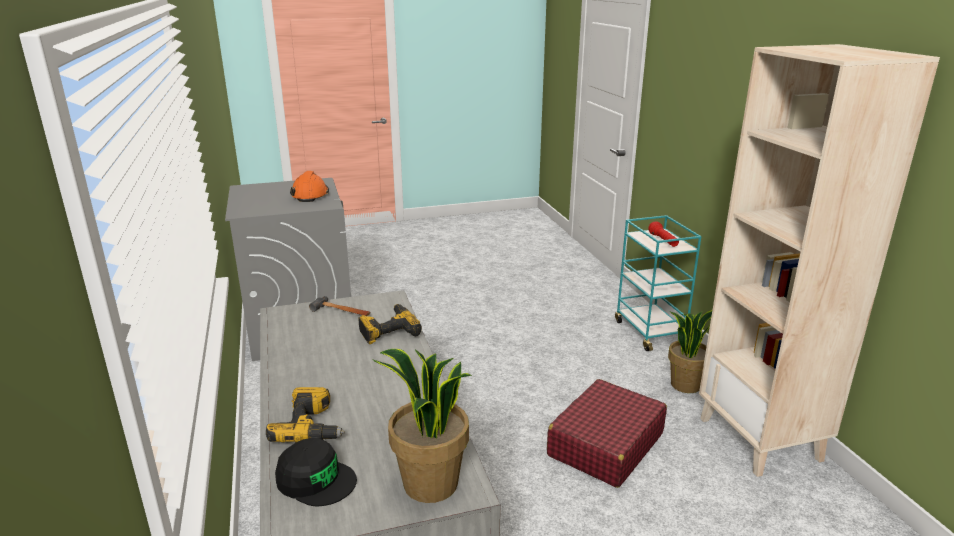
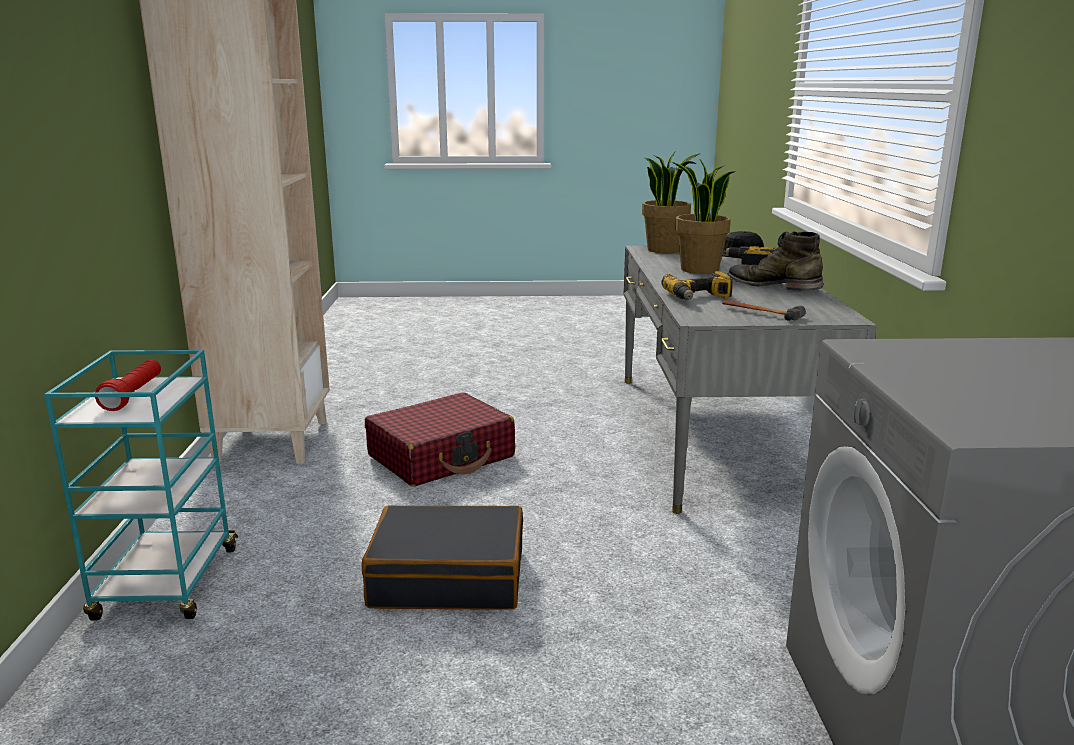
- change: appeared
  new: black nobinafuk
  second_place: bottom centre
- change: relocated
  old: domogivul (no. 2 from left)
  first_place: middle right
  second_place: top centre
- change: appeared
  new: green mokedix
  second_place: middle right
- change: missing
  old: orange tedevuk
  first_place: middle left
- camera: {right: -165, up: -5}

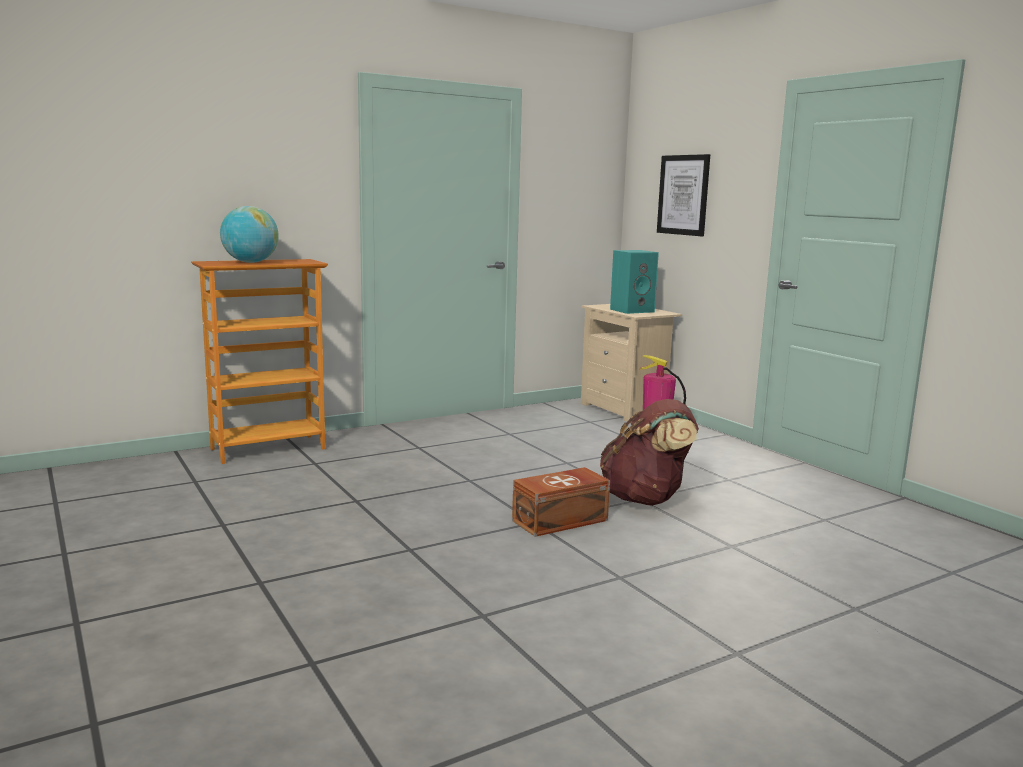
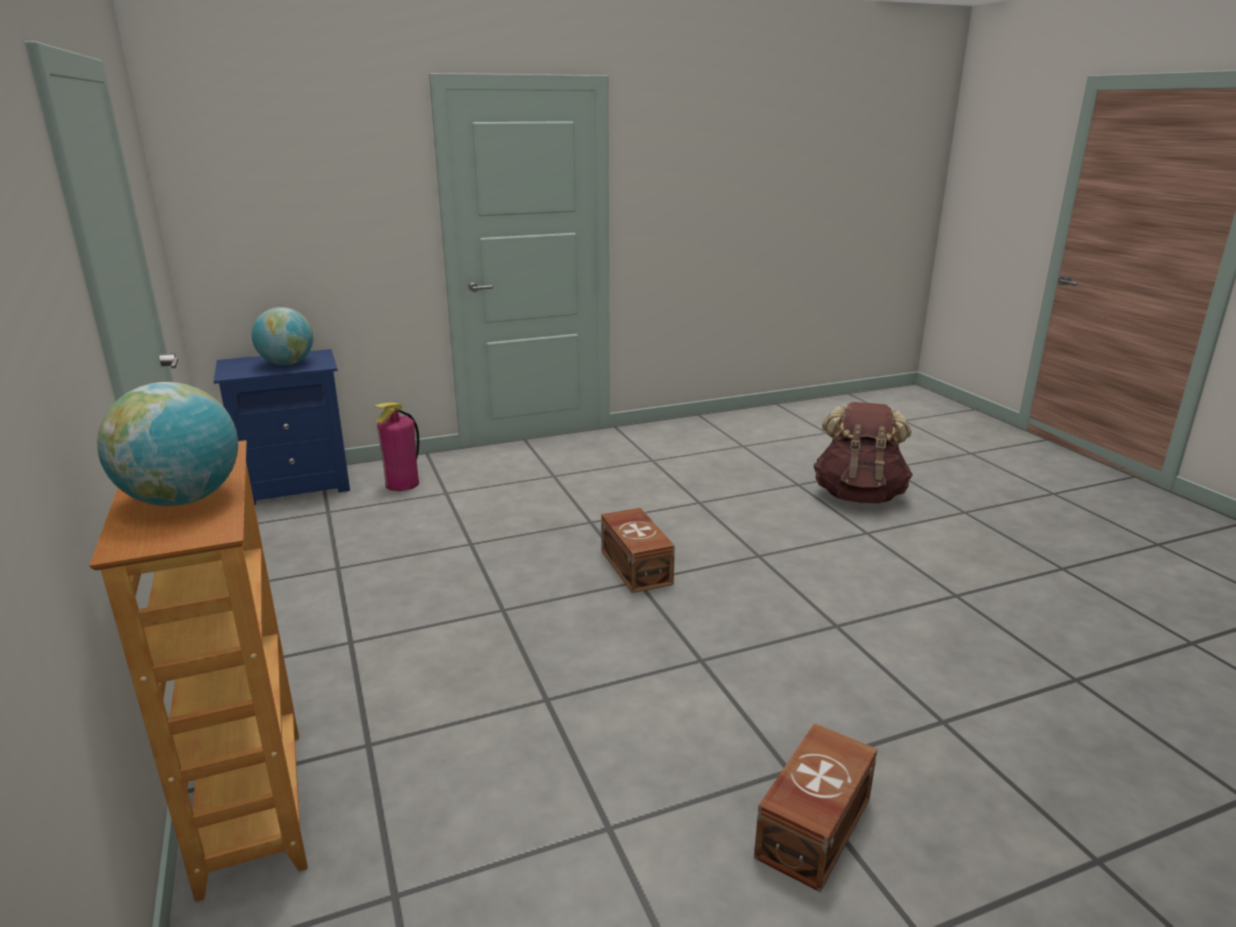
- change: colour
  old: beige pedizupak
  new: blue pedizupak
  first_place: centre
  second_place: middle left
- change: exchanged
  old: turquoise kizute
  new: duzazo (no. 2 from left)
  first_place: centre
  second_place: middle left
- change: appeared
  new: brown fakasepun (no. 2 from left)
  second_place: bottom centre
- change: relocated
  old: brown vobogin
  first_place: centre
  second_place: middle right
- change: missing
  old: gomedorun
  first_place: top right
- camera: {right: -80, up: 10}

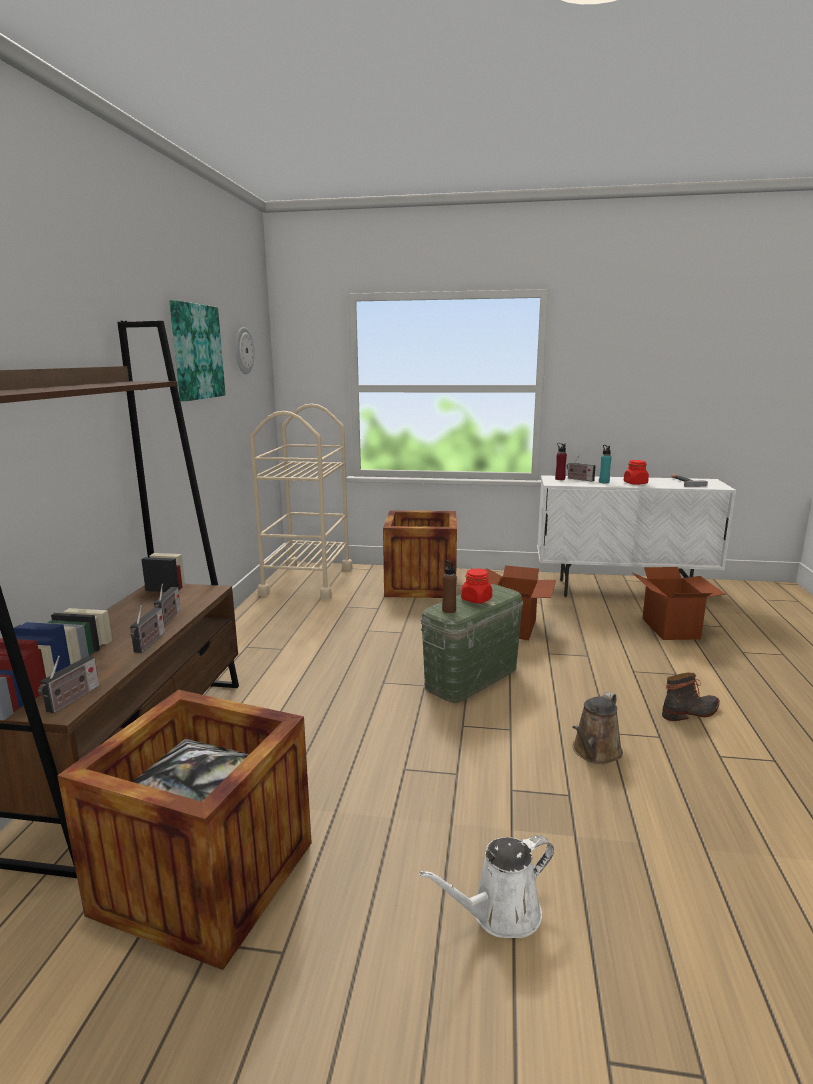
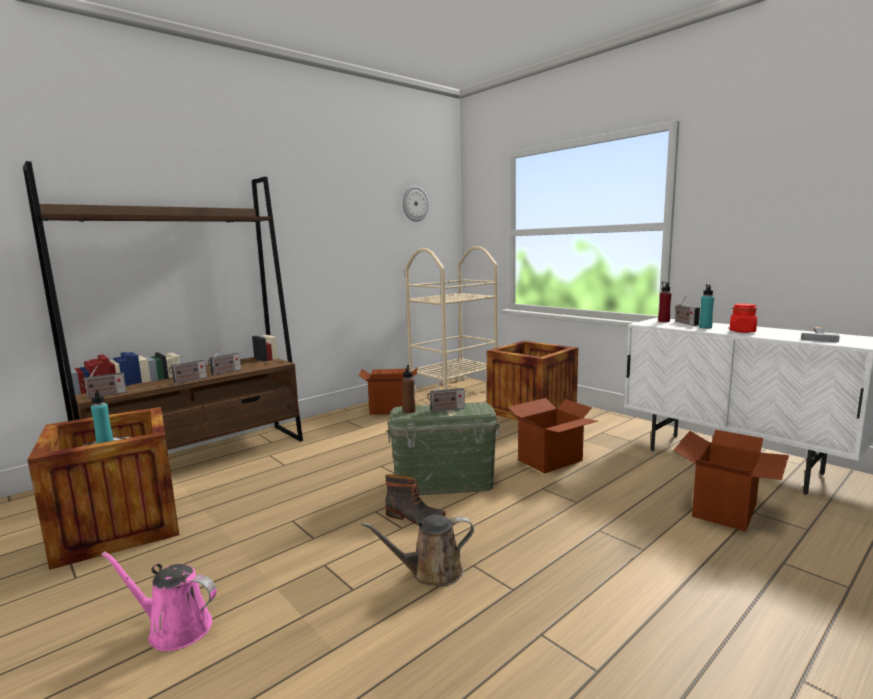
- change: appeared
  new: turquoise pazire (no. 1 from left)
  second_place: middle left
- change: colour
  old: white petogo
  new: pink petogo
  first_place: bottom centre
  second_place: bottom left
- change: appeared
  new: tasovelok (no. 1 from left)
  second_place: centre
- change: relocated
  old: mokedix
  first_place: middle right
  second_place: bottom centre
- change: exchanged
  old: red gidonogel (no. 1 from left)
  new: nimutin (no. 4 from left)
  first_place: centre
  second_place: centre
- change: missing
  old: gomedorun
  first_place: top left
- camera: {right: 40, up: -5}

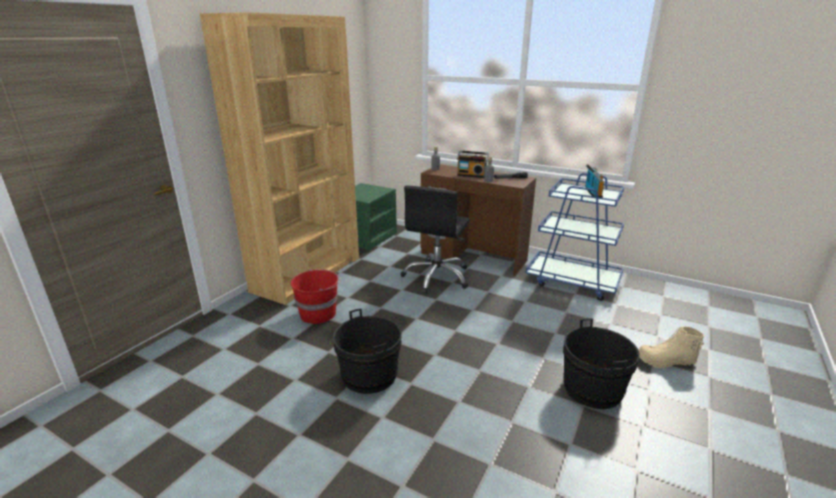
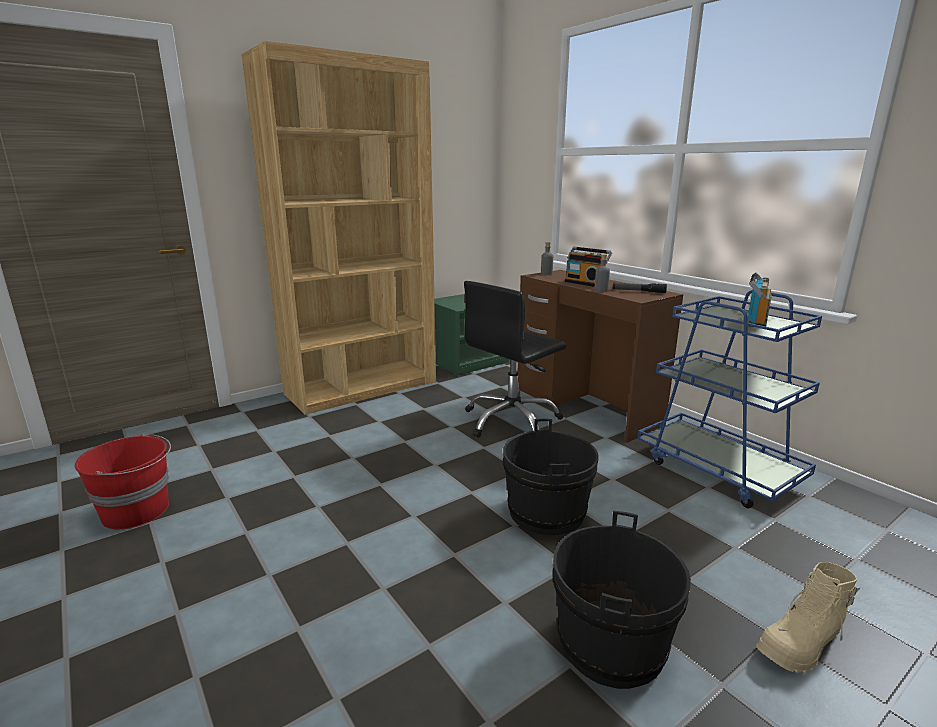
- change: relocated
  old: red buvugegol
  first_place: centre
  second_place: middle left
- change: relocated
  old: black buvugegol (no. 1 from left)
  first_place: bottom centre
  second_place: centre
- change: spun
  old: beige mokedix
  first_place: bottom right
  second_place: bottom right
  degrees: -60
- camera: {right: 25, up: -5}

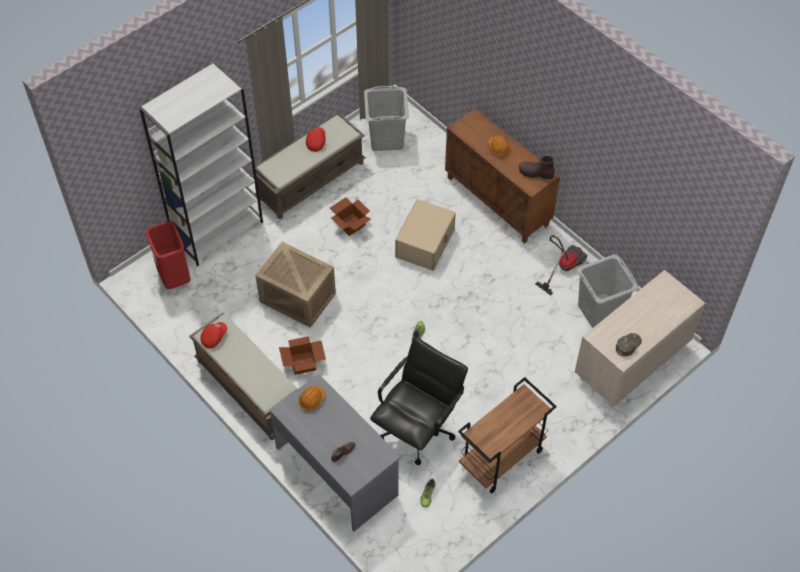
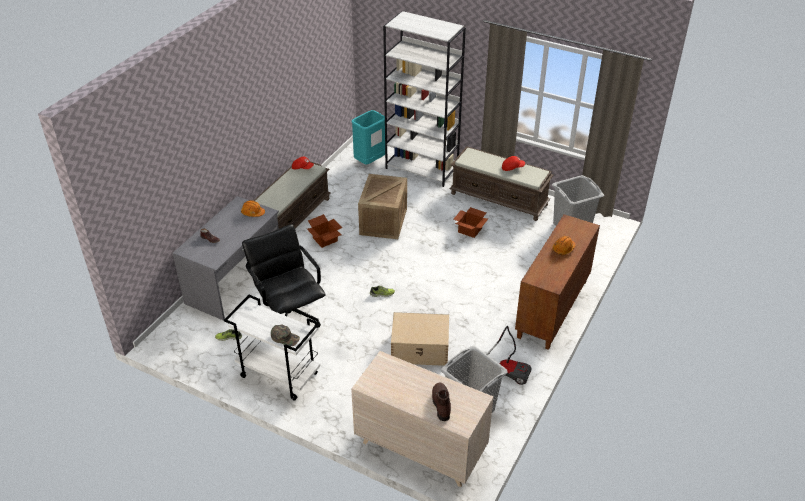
- change: colour
  old: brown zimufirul
  new: white zimufirul
  first_place: bottom centre
  second_place: bottom centre
- change: spun
  old: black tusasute
  first_place: bottom centre
  second_place: centre
  degrees: -135
- change: relocated
  old: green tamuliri
  first_place: middle right
  second_place: bottom centre
- change: colour
  old: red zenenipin
  new: turquoise zenenipin
  first_place: middle left
  second_place: top centre
- change: relocated
  old: beige fakasepun
  first_place: centre
  second_place: bottom centre
- change: relocated
  old: brown mokedix
  first_place: top right
  second_place: bottom centre
- camera: {right: 70, up: -15}

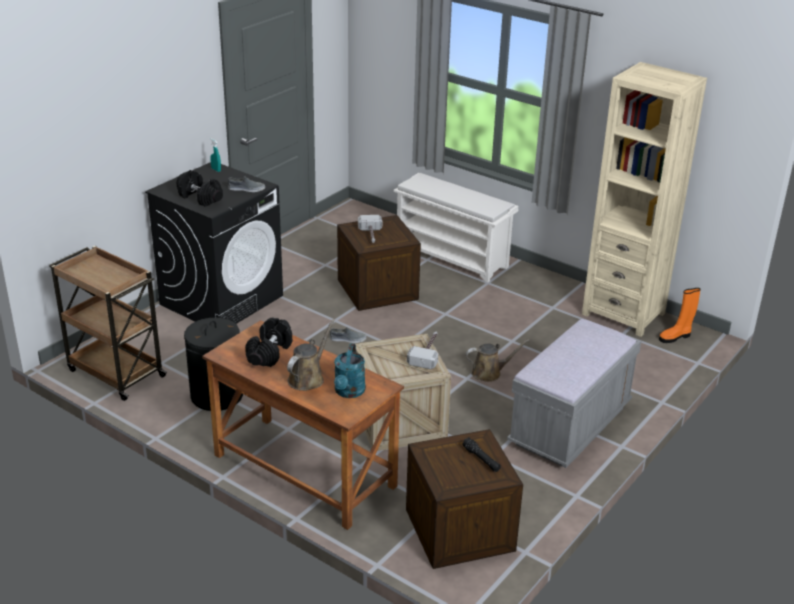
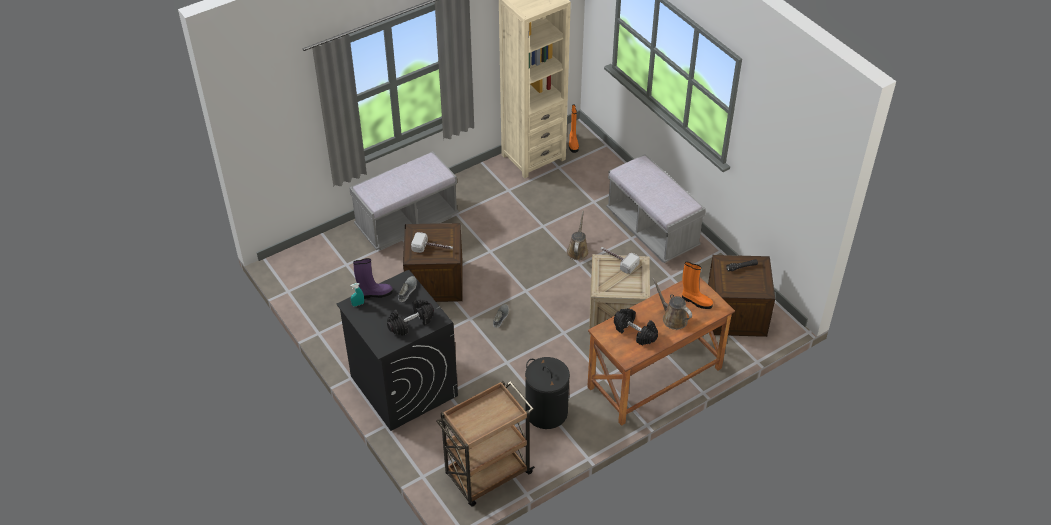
- change: exchanged
  old: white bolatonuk
  new: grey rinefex (no. 1 from left)
  first_place: centre
  second_place: centre
- change: appeared
  new: purple mokedix
  second_place: centre
- change: exchanged
  old: turquoise petogo
  new: orange mokedix (no. 2 from left)
  first_place: centre
  second_place: centre
- camera: {right: -70, up: 15}

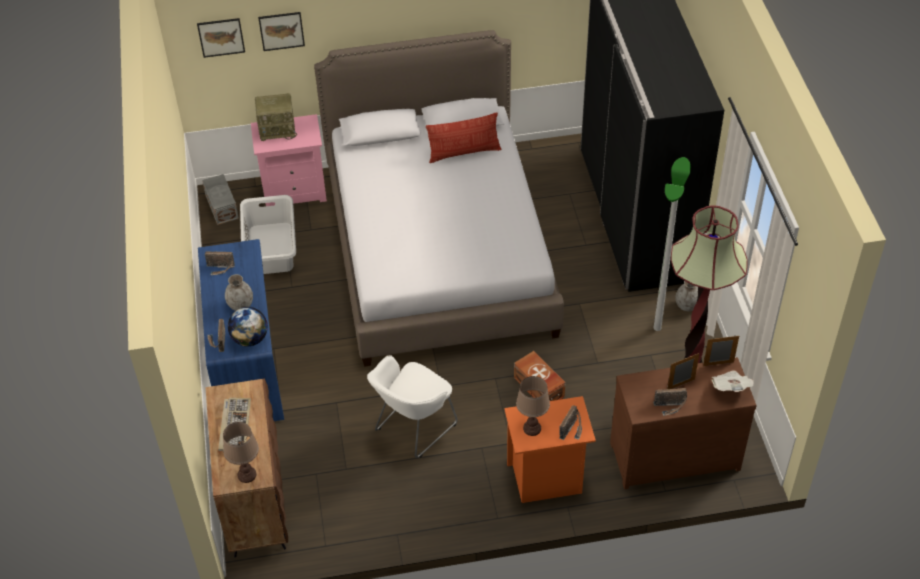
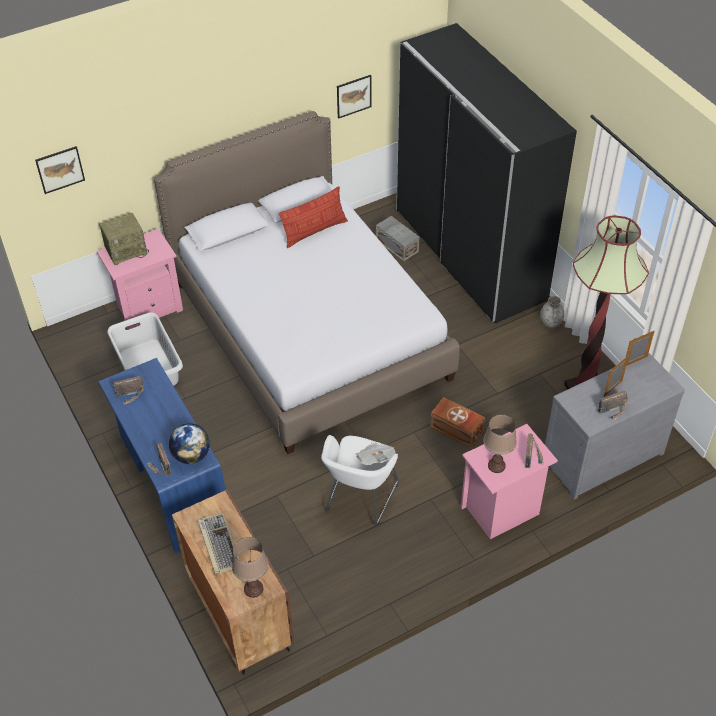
- change: relocated
  old: gomedorun (no. 2 from left)
  first_place: top left
  second_place: top centre
- change: relocated
  old: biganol
  first_place: middle right
  second_place: centre
- change: relocated
  old: grey fakasepun
  first_place: middle left
  second_place: top centre
- change: colour
  old: orange pedizupak
  new: pink pedizupak (no. 2 from left)
  first_place: bottom centre
  second_place: bottom right
- change: colour
  old: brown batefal
  new: grey batefal
  first_place: bottom right
  second_place: middle right
- change: missing
  old: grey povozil (no. 1 from left)
  first_place: middle left
- change: missing
  old: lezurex (no. 1 from left)
  first_place: middle right
- camera: {right: -20, up: 0}

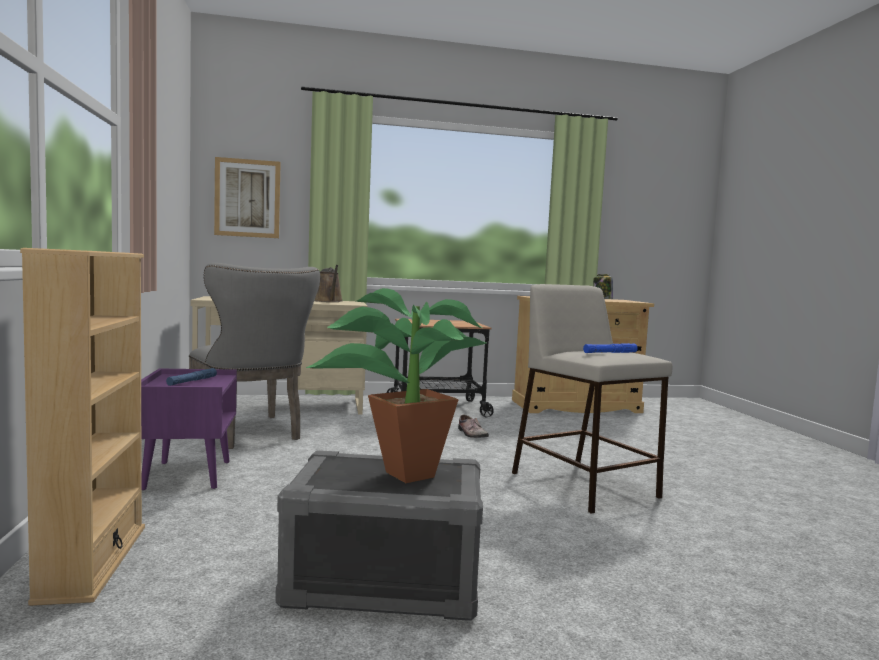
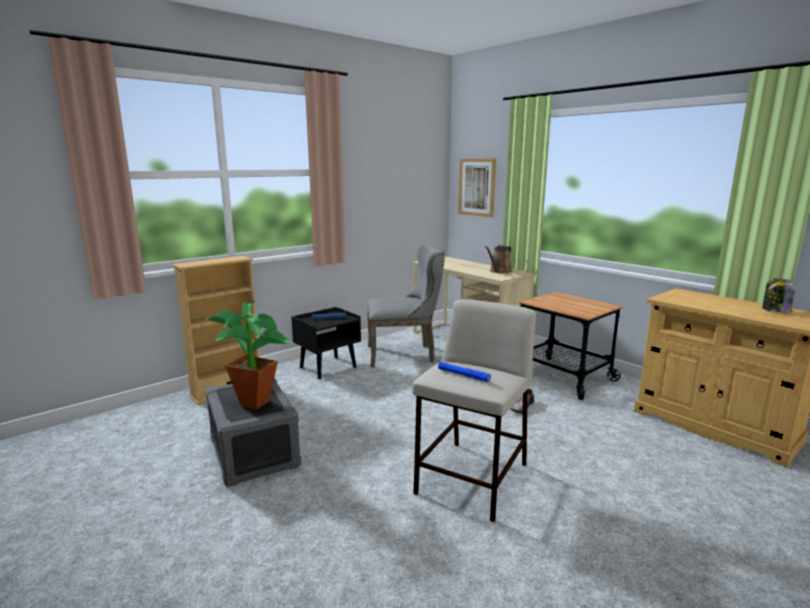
- change: colour
  old: purple pedizupak
  new: black pedizupak
  first_place: middle left
  second_place: centre
- change: spun
  old: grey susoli
  first_place: middle left
  second_place: centre
  degrees: -120
- camera: {right: 60, up: 10}

